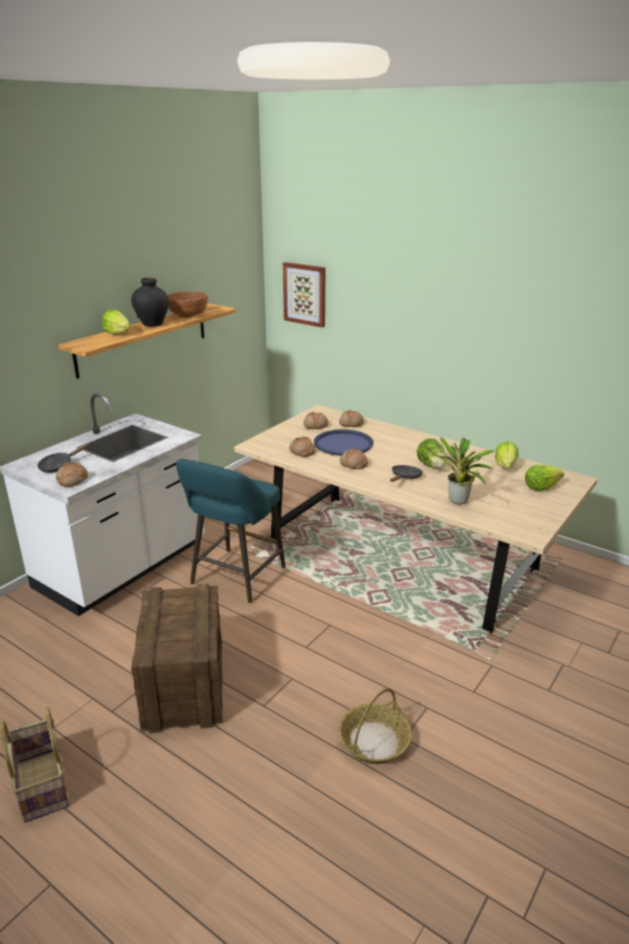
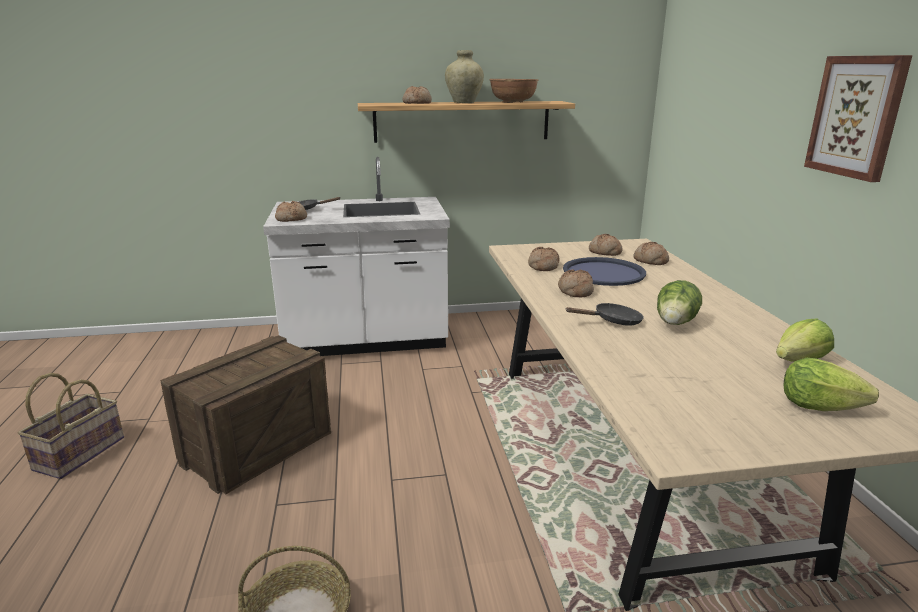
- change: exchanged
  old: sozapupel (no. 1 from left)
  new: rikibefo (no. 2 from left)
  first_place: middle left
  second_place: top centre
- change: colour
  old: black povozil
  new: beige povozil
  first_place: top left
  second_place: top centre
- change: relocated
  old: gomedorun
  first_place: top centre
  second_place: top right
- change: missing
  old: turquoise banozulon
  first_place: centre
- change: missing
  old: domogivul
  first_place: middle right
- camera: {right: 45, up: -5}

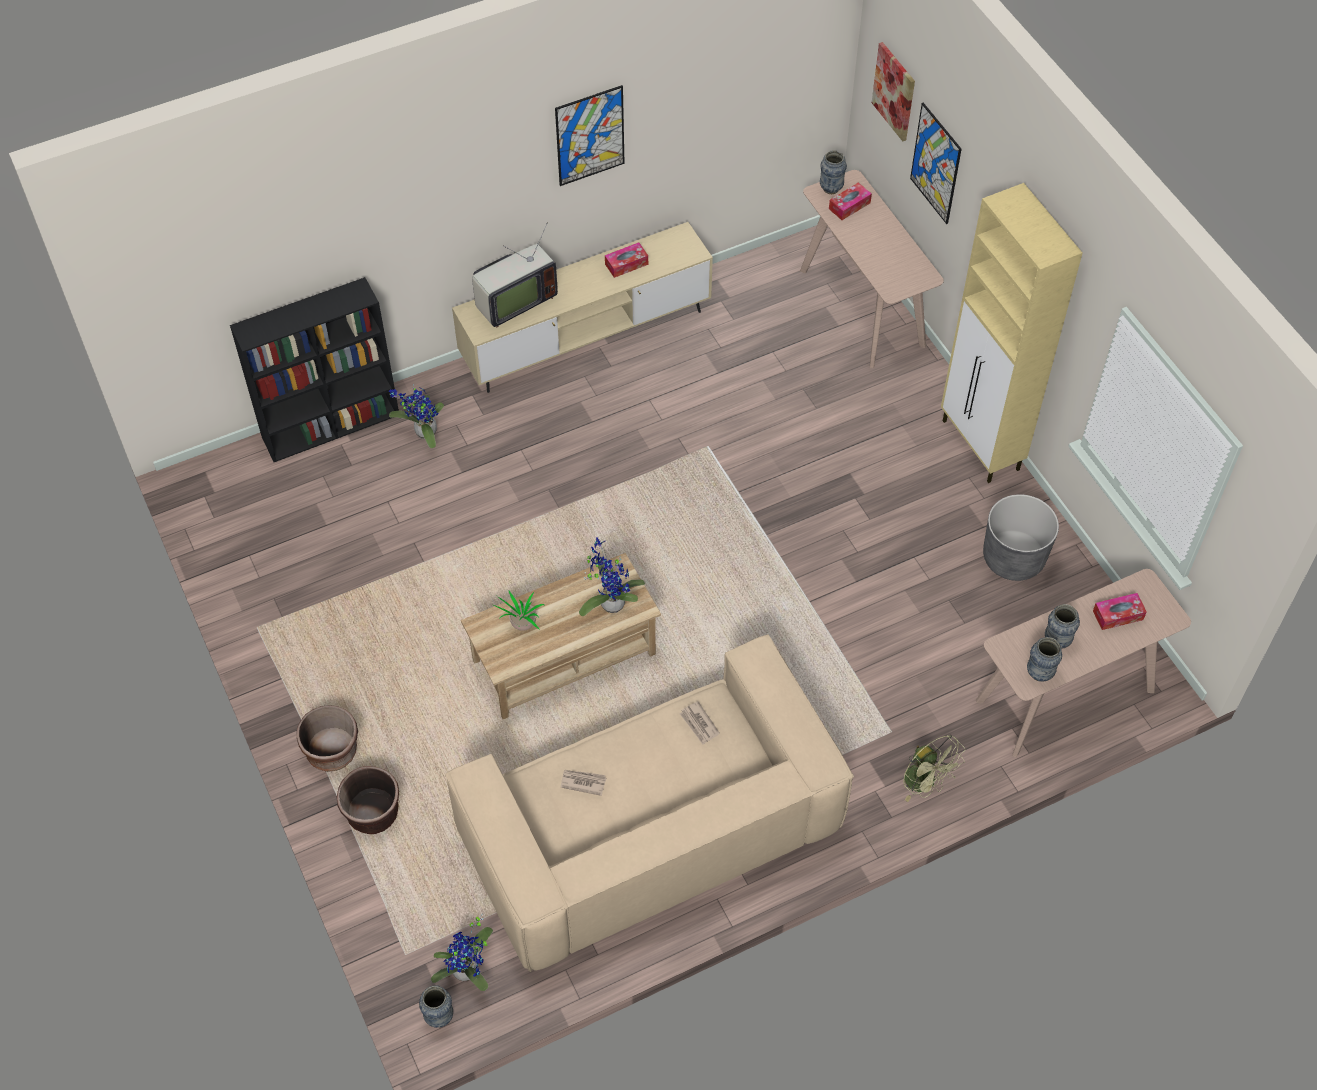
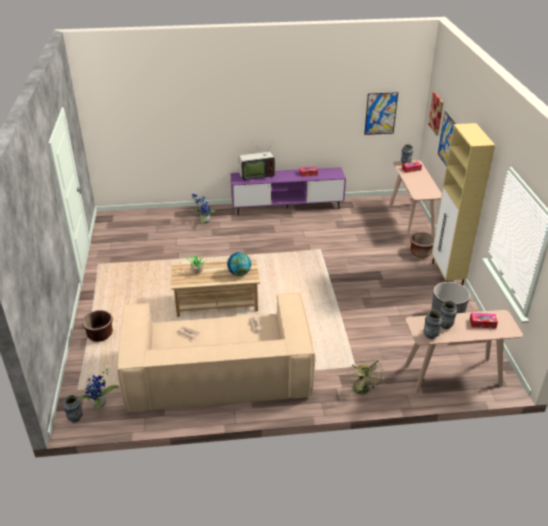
- change: exchanged
  old: domogivul (no. 4 from left)
  new: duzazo
  first_place: centre
  second_place: centre
- change: colour
  old: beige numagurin
  new: purple numagurin
  first_place: top centre
  second_place: centre
- change: relocated
  old: gomedorun (no. 1 from left)
  first_place: top centre
  second_place: top right
- change: relocated
  old: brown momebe (no. 1 from left in the first image)
  new: brown momebe (no. 2 from left)
  first_place: bottom left
  second_place: middle right
- change: missing
  old: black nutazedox
  first_place: middle left
- camera: {right: 20, up: -20}

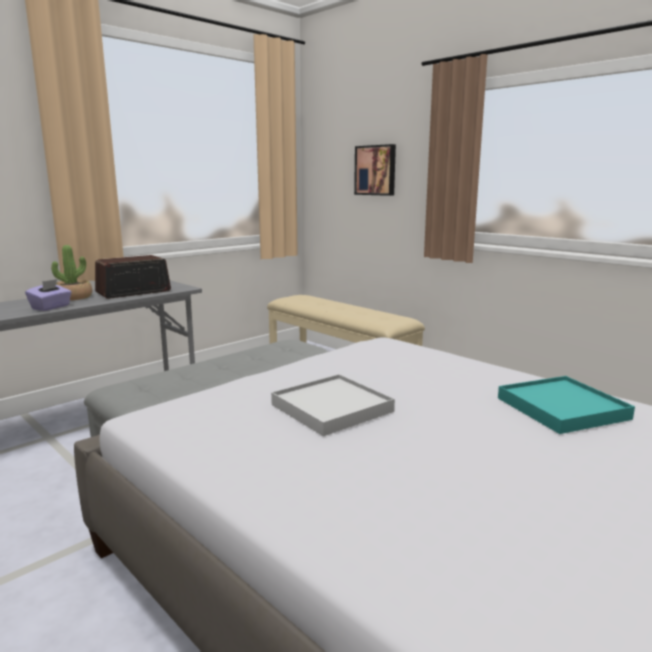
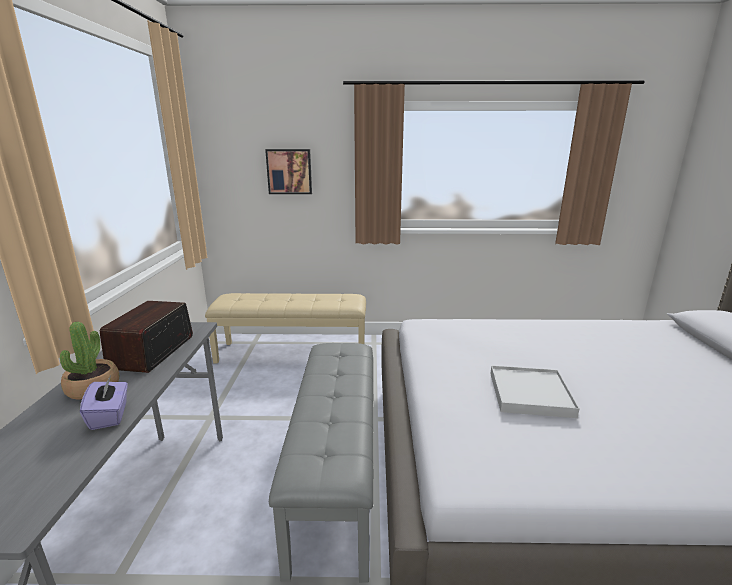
- change: missing
  old: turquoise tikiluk
  first_place: middle right
- camera: {right: -45, up: 5}

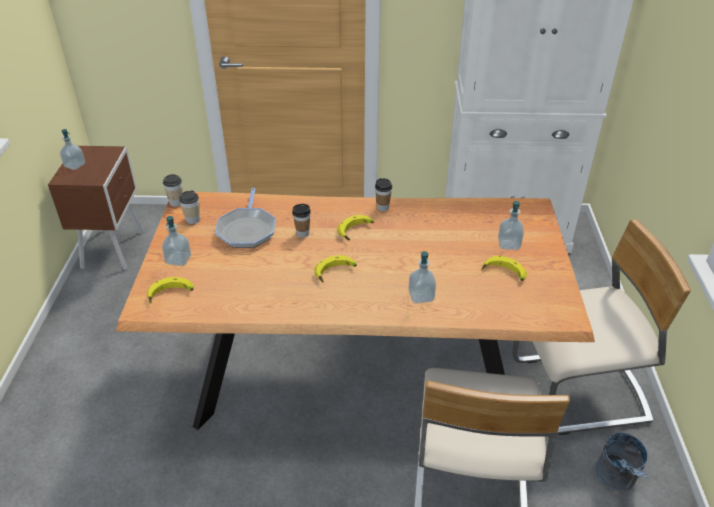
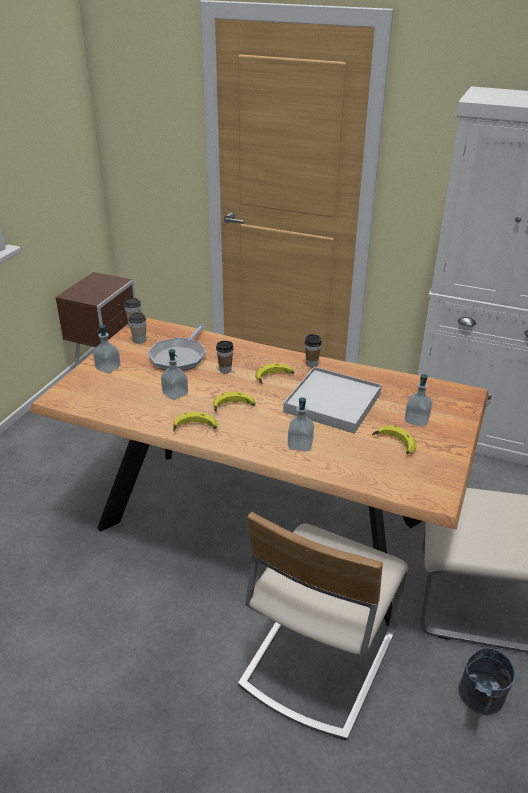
- change: relocated
  old: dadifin (no. 1 from left in the first image)
  new: dadifin (no. 2 from left)
  first_place: top left
  second_place: middle left
- change: relocated
  old: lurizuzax (no. 1 from left)
  first_place: middle left
  second_place: centre
- change: appeared
  new: white tikiluk
  second_place: centre
- camera: {right: 20, up: -5}

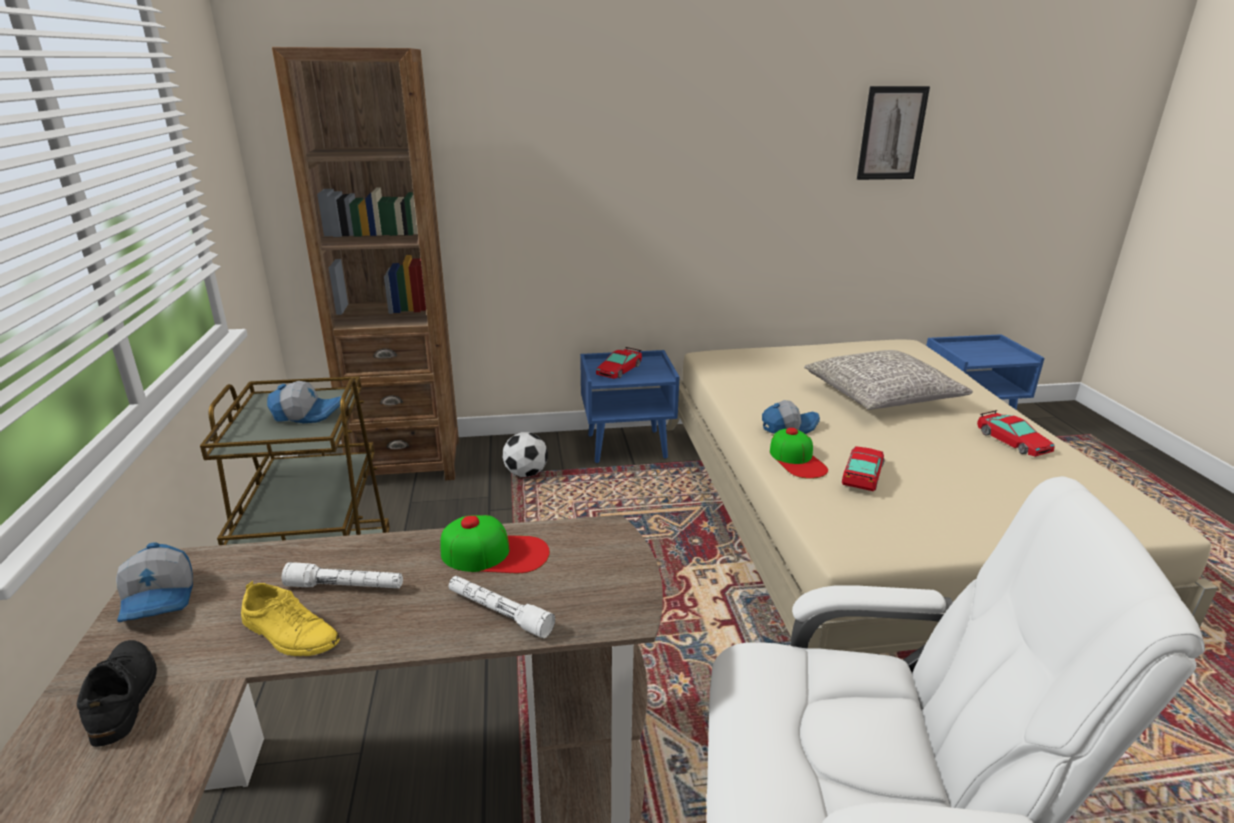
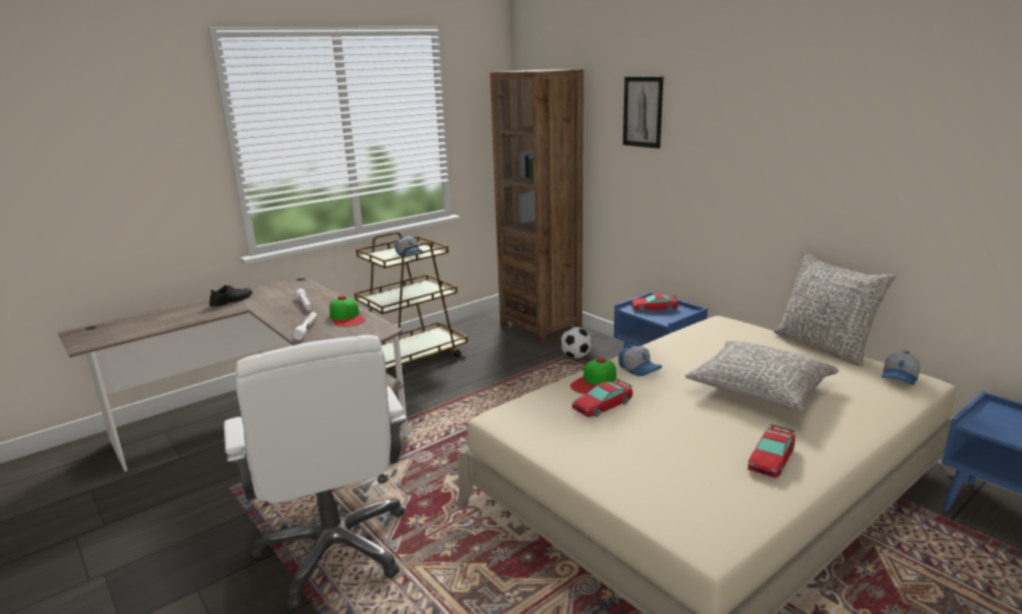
- change: spun
  old: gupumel (no. 2 from left in the first image)
  first_place: middle right
  second_place: centre
  degrees: 150
- change: relocated
  old: gomedorun
  first_place: top right
  second_place: top centre
- change: appeared
  new: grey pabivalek (no. 2 from left)
  second_place: middle right
- change: relocated
  old: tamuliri (no. 1 from left in the first image)
  new: tamuliri (no. 5 from left)
  first_place: bottom left
  second_place: middle right
- change: missing
  old: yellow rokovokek
  first_place: bottom left
- camera: {right: 60, up: -5}

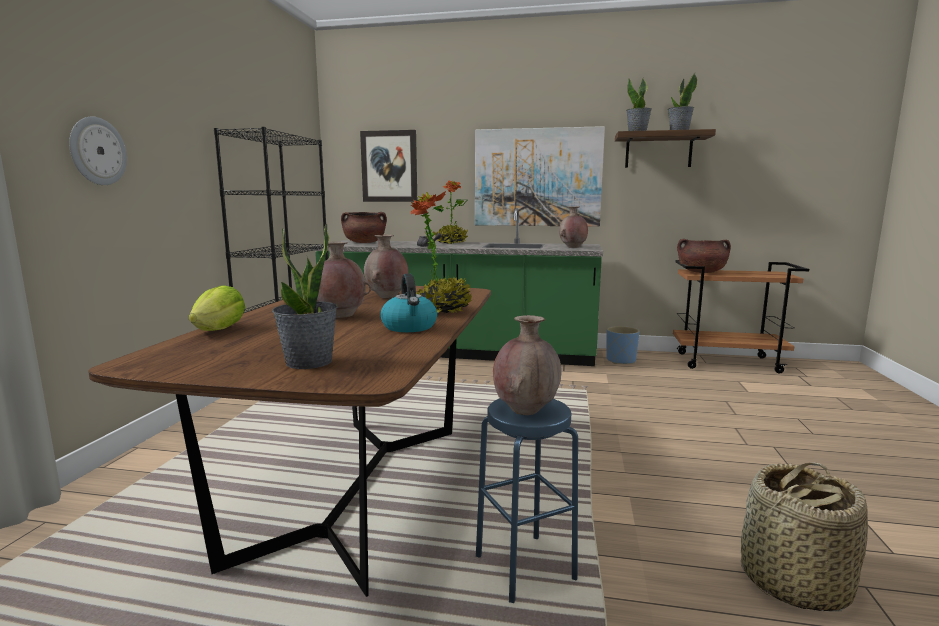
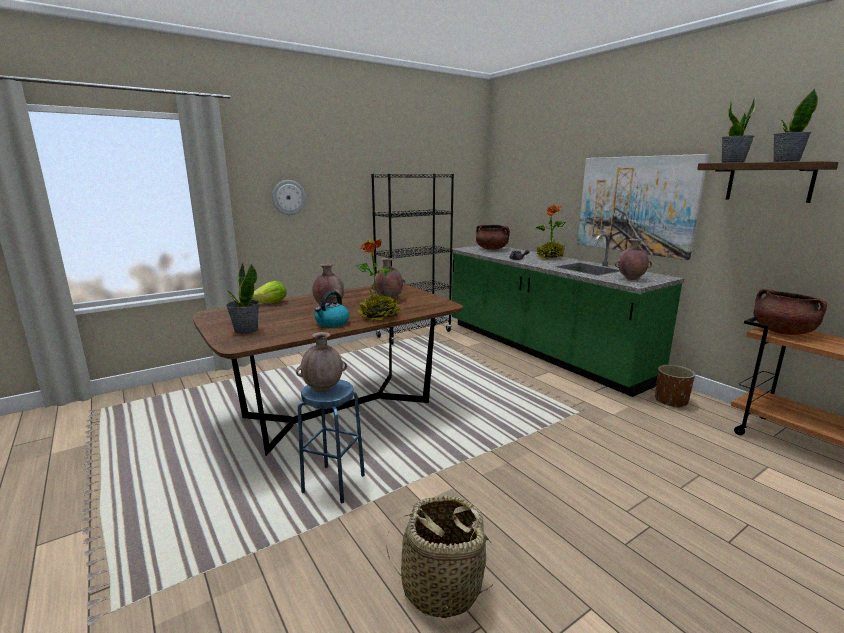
- change: colour
  old: blue momebe
  new: brown momebe
  first_place: centre
  second_place: middle right
- change: missing
  old: gomedorun (no. 1 from left)
  first_place: top centre
- camera: {right: 45, up: 5}

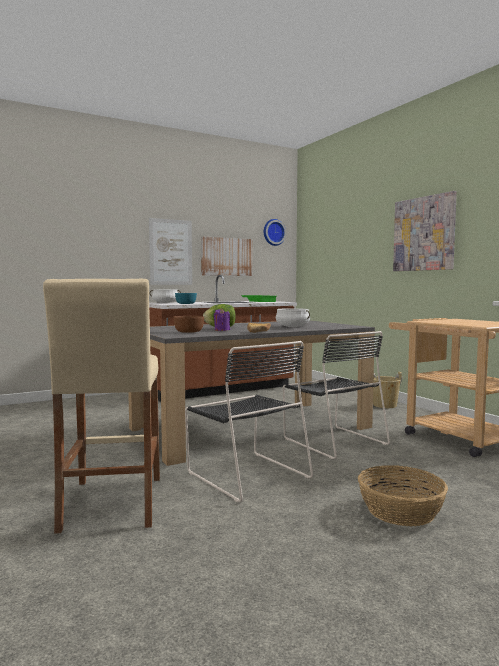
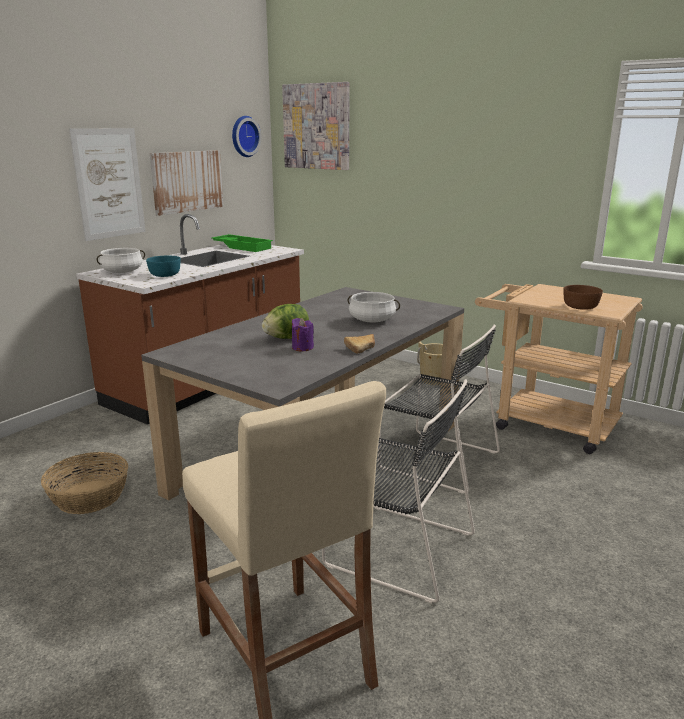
- change: relocated
  old: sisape
  first_place: bottom right
  second_place: bottom left
- change: relocated
  old: gomedorun (no. 3 from left)
  first_place: middle right
  second_place: top centre
- change: relocated
  old: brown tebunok
  first_place: centre
  second_place: middle right
- camera: {right: -25, up: 15}

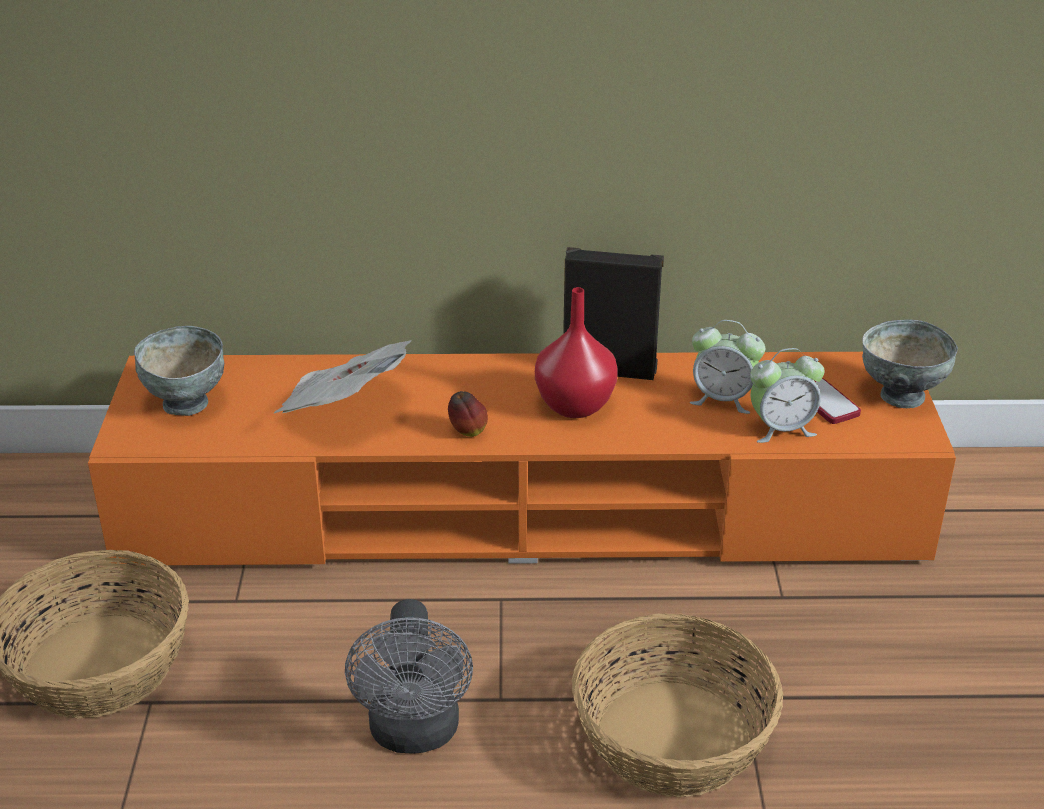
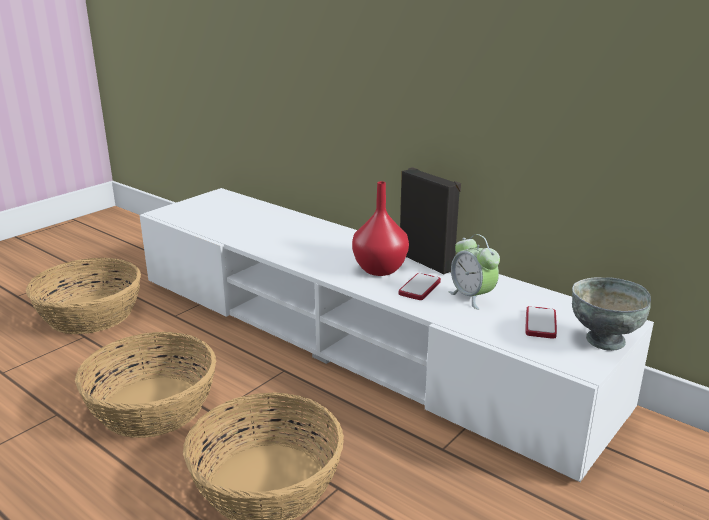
- change: exchanged
  old: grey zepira
  new: sisape (no. 2 from left)
  first_place: bottom centre
  second_place: bottom left
- change: colour
  old: orange numagurin
  new: white numagurin
  first_place: centre
  second_place: centre
- change: appeared
  new: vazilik (no. 1 from left)
  second_place: centre
- change: missing
  old: grey tebunok (no. 1 from left)
  first_place: middle left
- change: missing
  old: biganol
  first_place: middle left
- change: missing
  old: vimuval
  first_place: centre
- change: missing
  old: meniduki (no. 2 from left)
  first_place: middle right
- camera: {right: 40, up: -10}

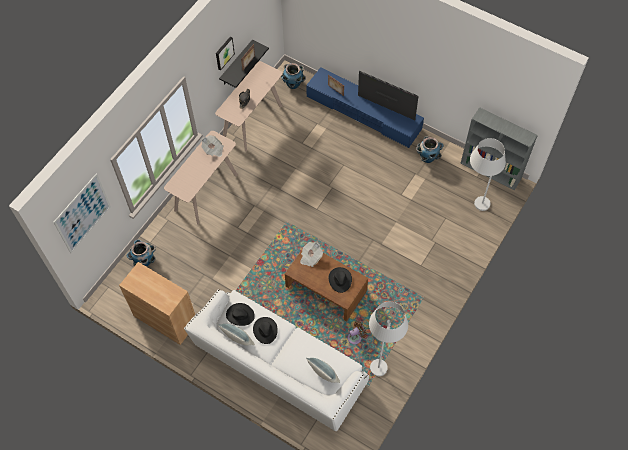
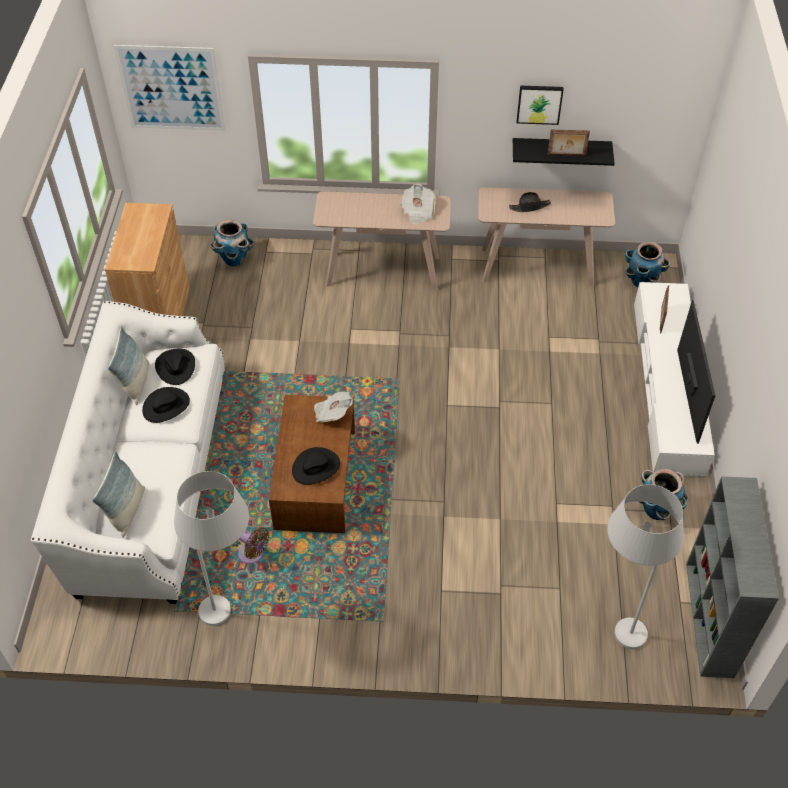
- change: colour
  old: blue numagurin
  new: white numagurin
  first_place: top centre
  second_place: middle right
- camera: {right: 60, up: -10}

